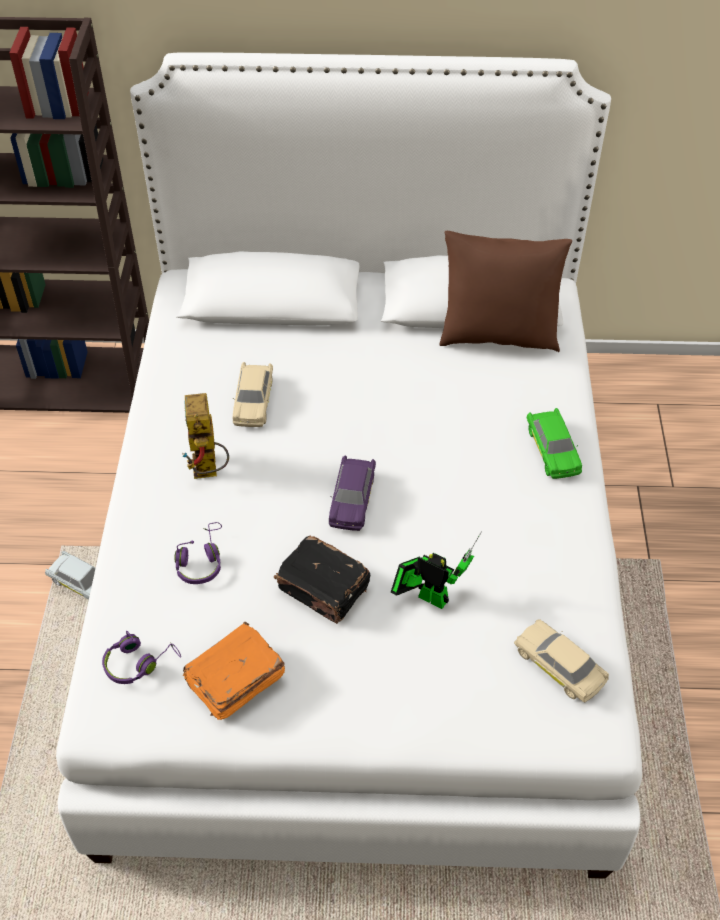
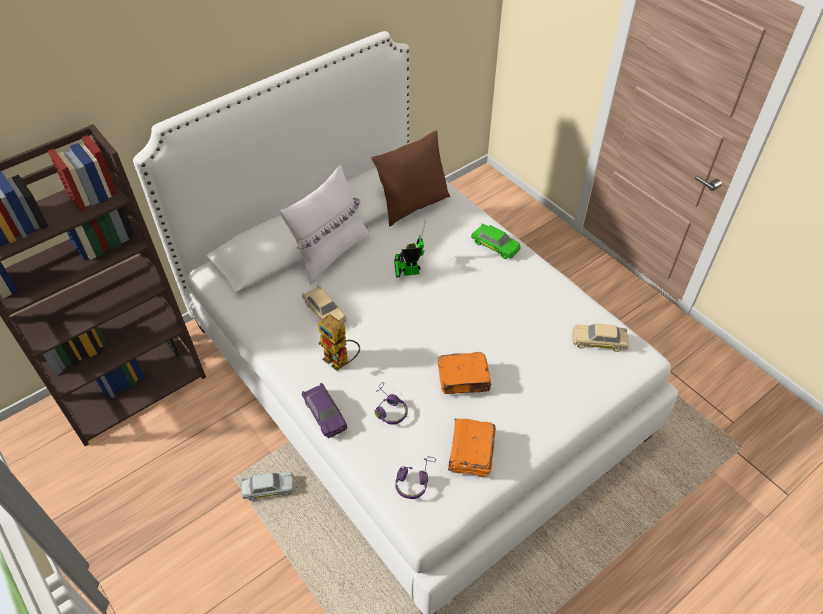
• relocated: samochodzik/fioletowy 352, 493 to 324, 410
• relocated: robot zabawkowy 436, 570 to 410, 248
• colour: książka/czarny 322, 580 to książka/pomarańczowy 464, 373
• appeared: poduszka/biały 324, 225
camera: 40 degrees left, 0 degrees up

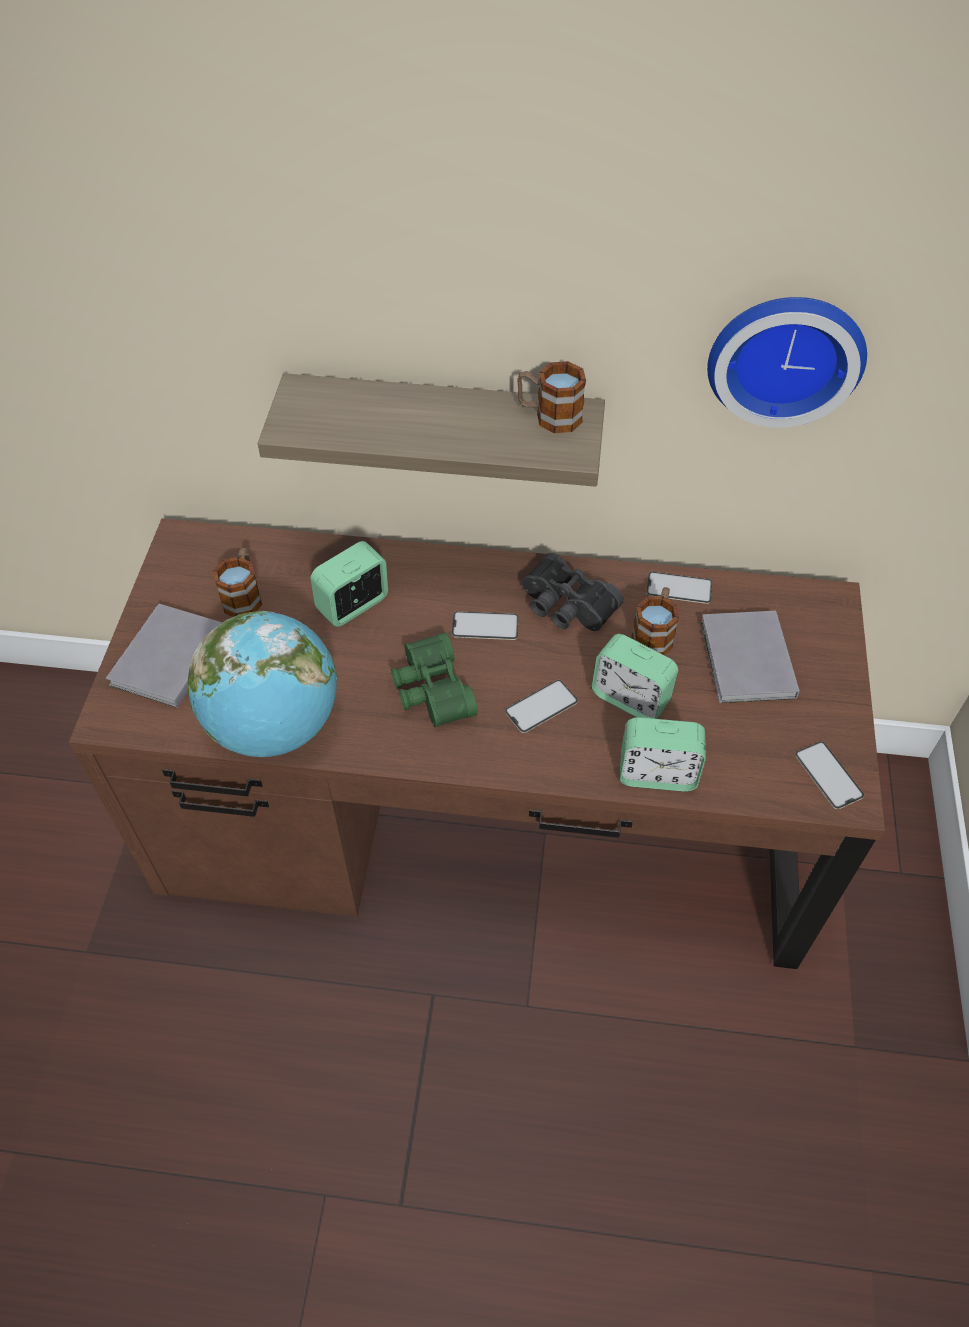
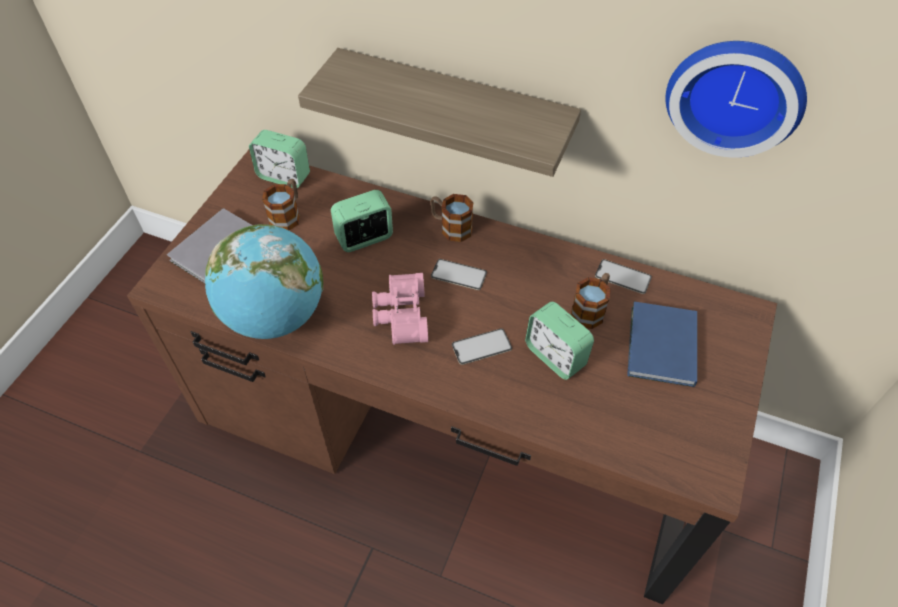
• relocated: kubek 551, 397 to 452, 218
• missing: lornetka/czarny 573, 592
• colour: książka/szary 750, 657 to książka/niebieski 662, 344
• colour: lornetka/zielony 434, 680 to lornetka/różowy 400, 309
• relocated: budzik 663, 754 to 279, 159
• missing: telefon 829, 775
camera: 15 degrees right, 0 degrees up

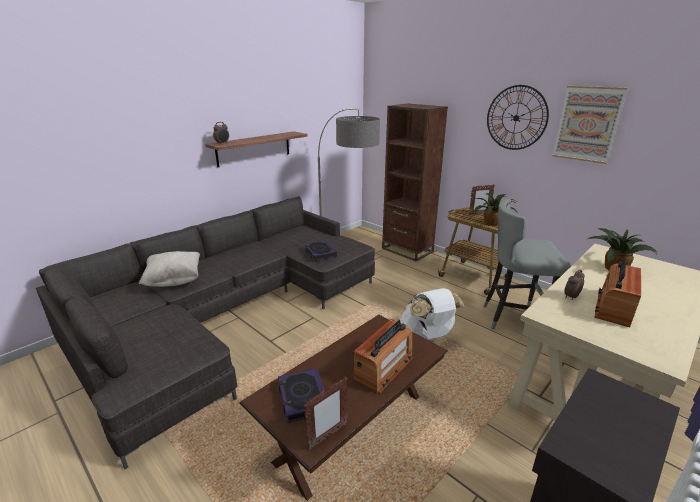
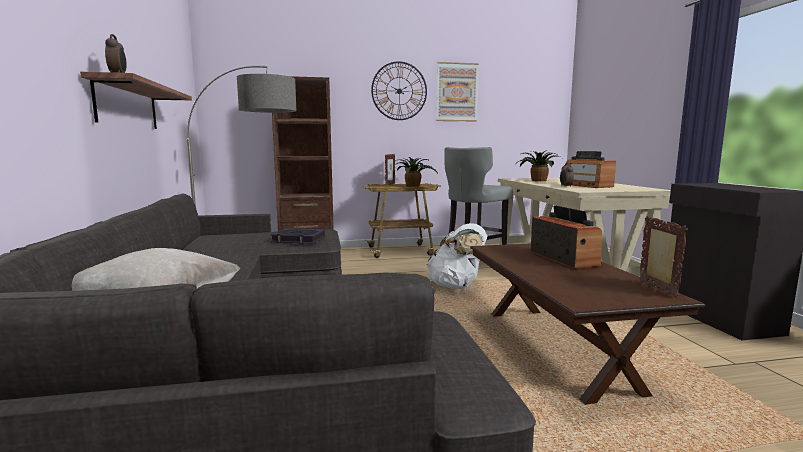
• missing: książka 301, 395
camera: 55 degrees left, 15 degrees down

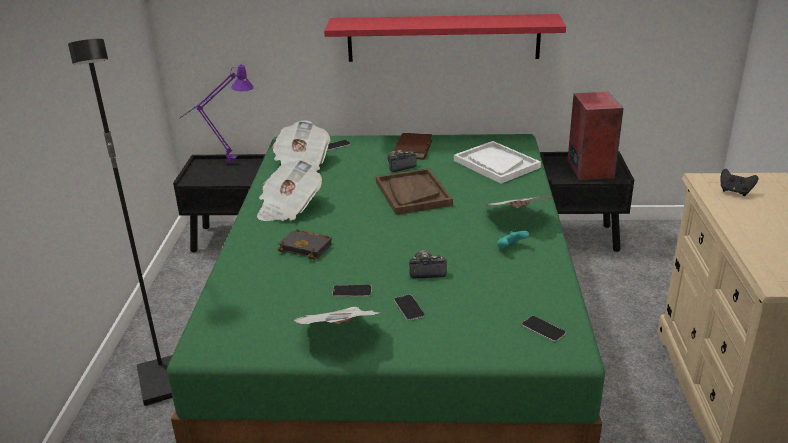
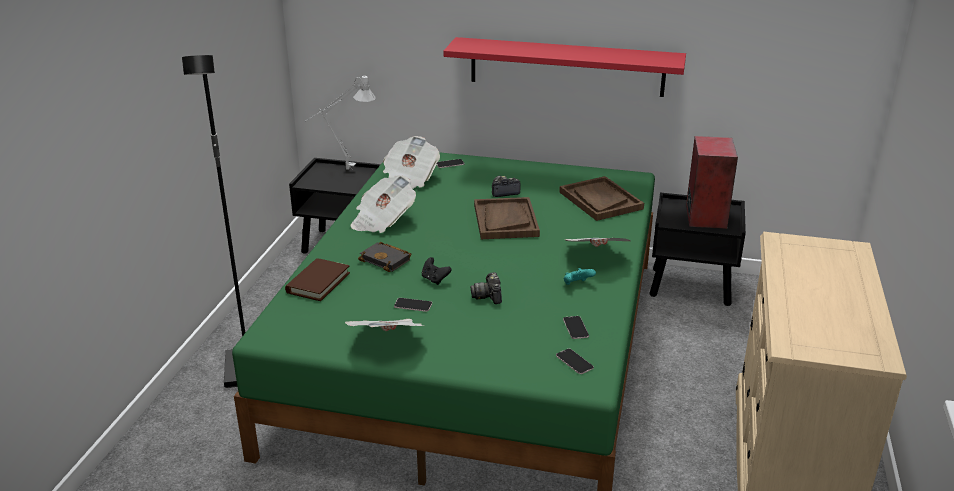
• colour: lampa stołowa/fioletowy 216, 113 to lampa stołowa/szary 340, 122
• relocated: książka/brązowy 413, 146 to 317, 279
• colour: taca/biały 497, 162 to taca/brązowy 601, 198
• relocated: pad do gier/czarny 739, 182 to 436, 271
• spun: aparat fotograficzny 428, 264 = 486, 288 105 degrees counterclockwise
• relocated: telefon 409, 308 to 576, 327
camera: 10 degrees right, 0 degrees up

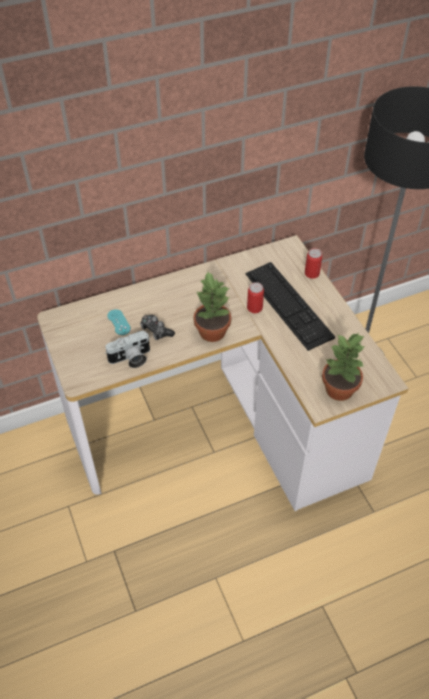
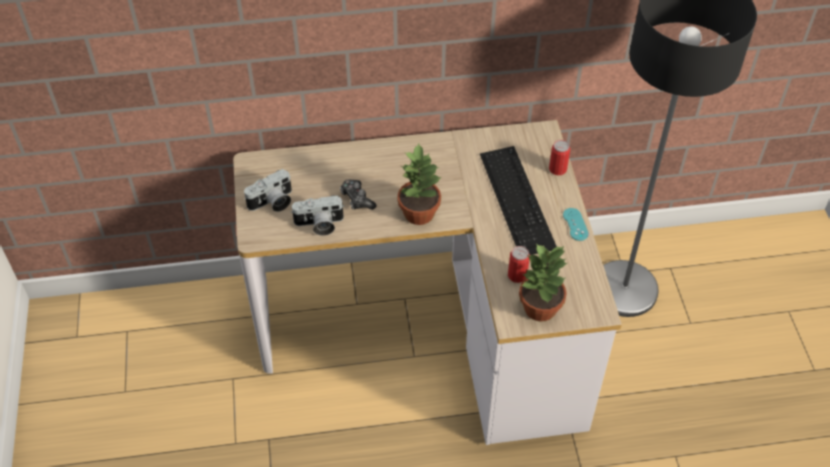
• relocated: puszka 255, 297 to 519, 264
• relocated: pad do gier/turkusowy 119, 322 to 576, 224
• appeared: aparat fotograficzny 268, 190
camera: 15 degrees right, 0 degrees up

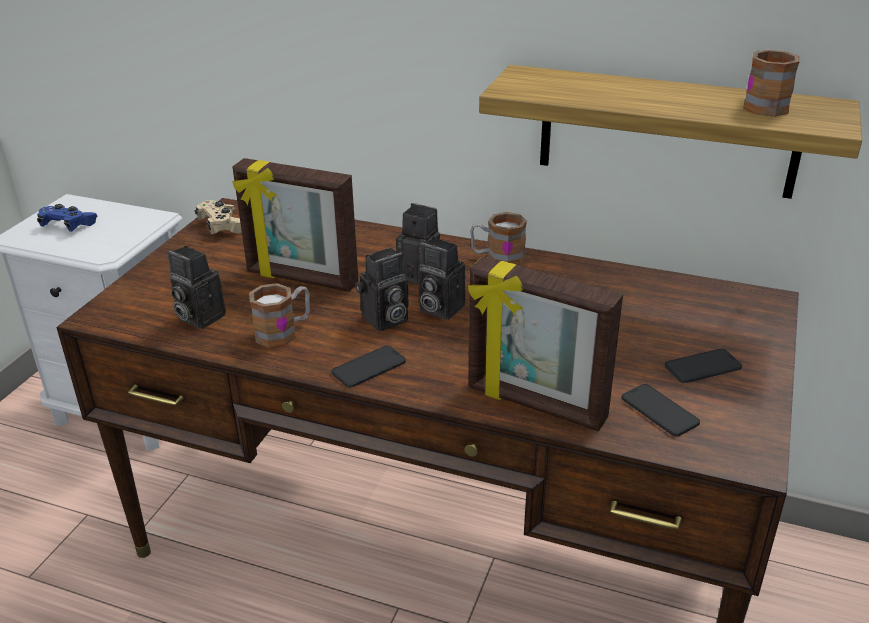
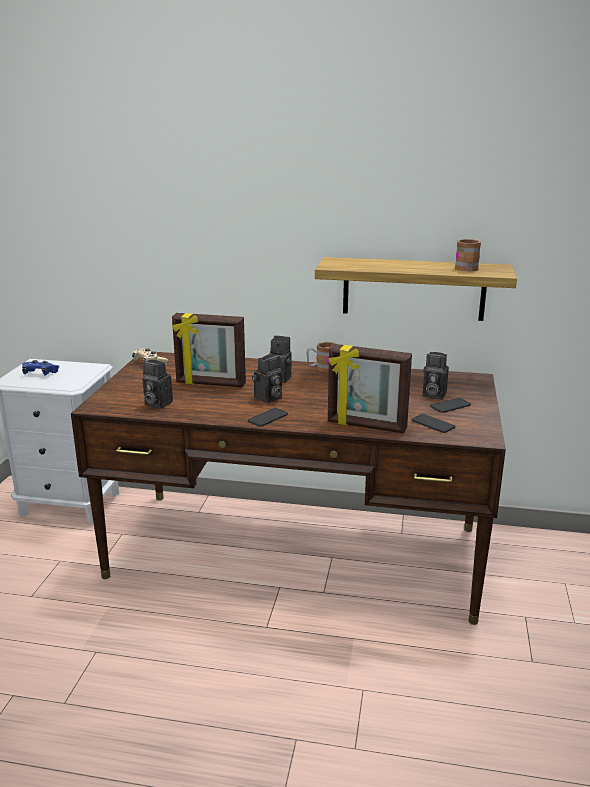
• relocated: aparat fotograficzny 441, 279 to 436, 376
• missing: kubek 279, 315
camera: 10 degrees left, 10 degrees down

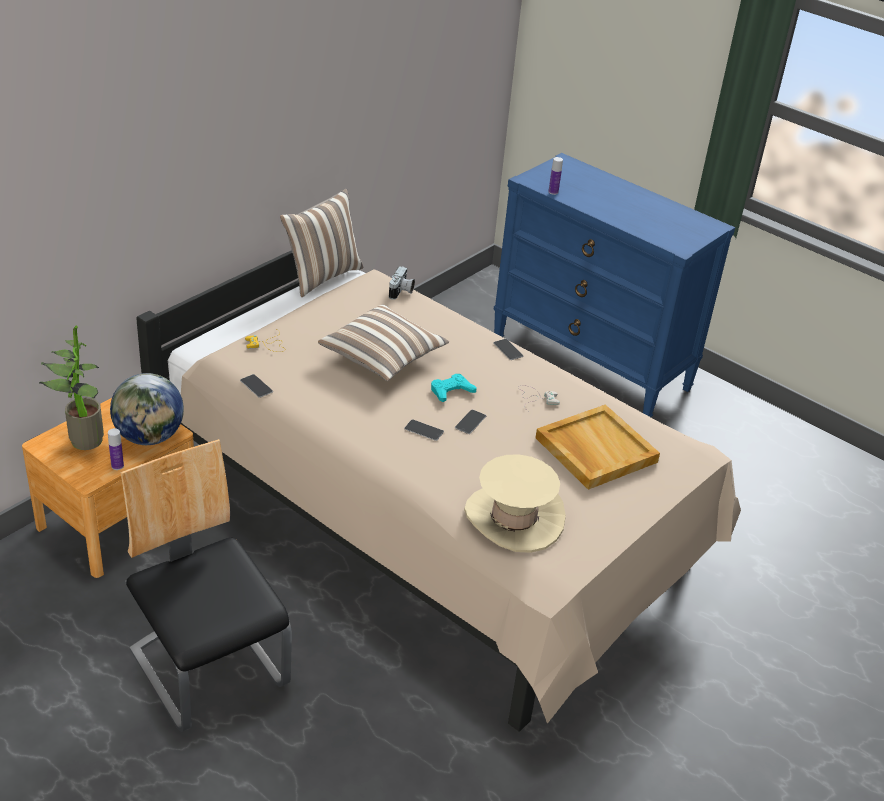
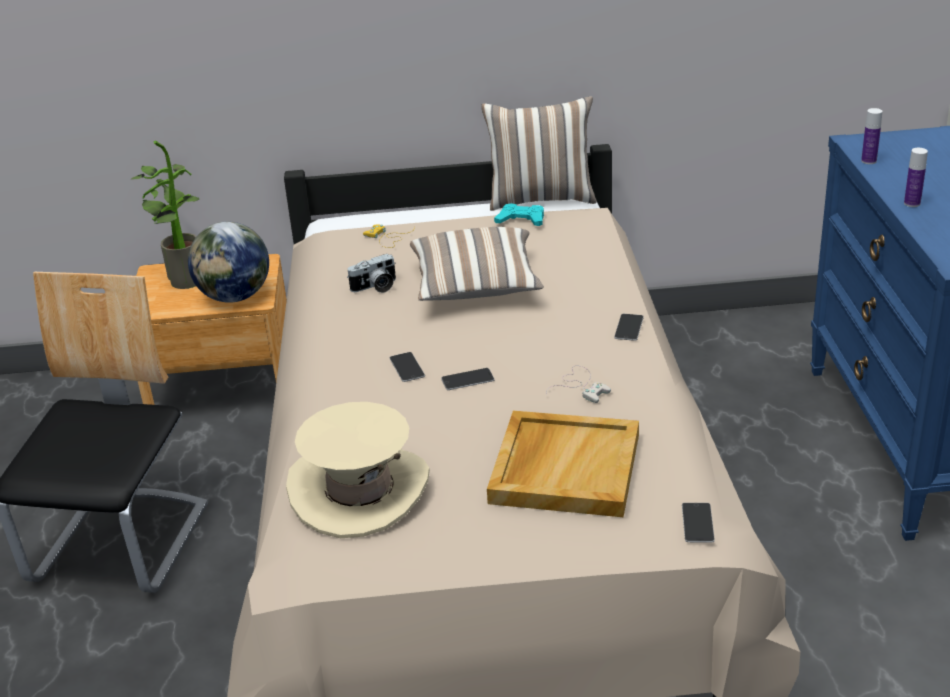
• relocated: aparat fotograficzny 402, 283 to 371, 273
• relocated: telefon 256, 386 to 698, 523
• relocated: pad do gier/turkusowy 453, 388 to 519, 214
• relocated: butelka 116, 449 to 916, 177
camera: 50 degrees right, 5 degrees down

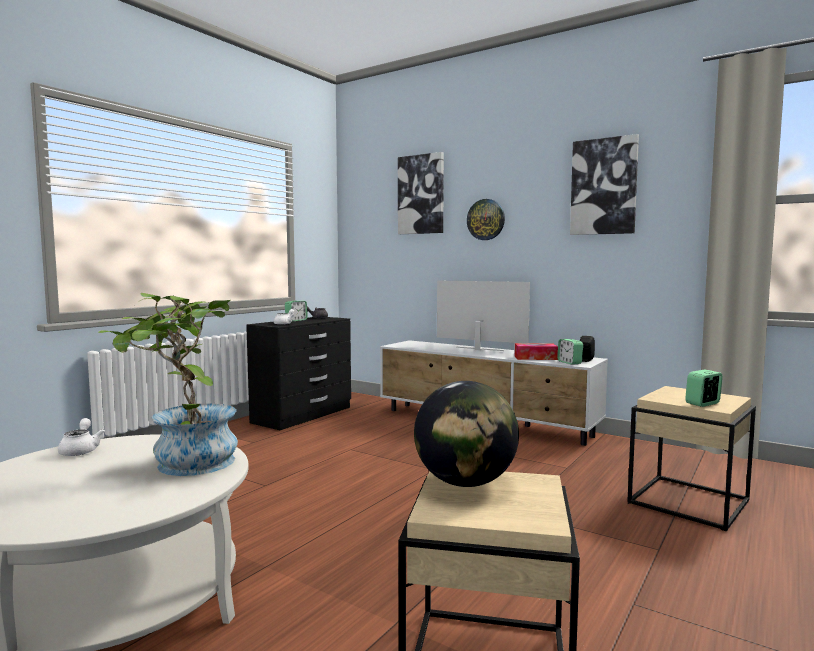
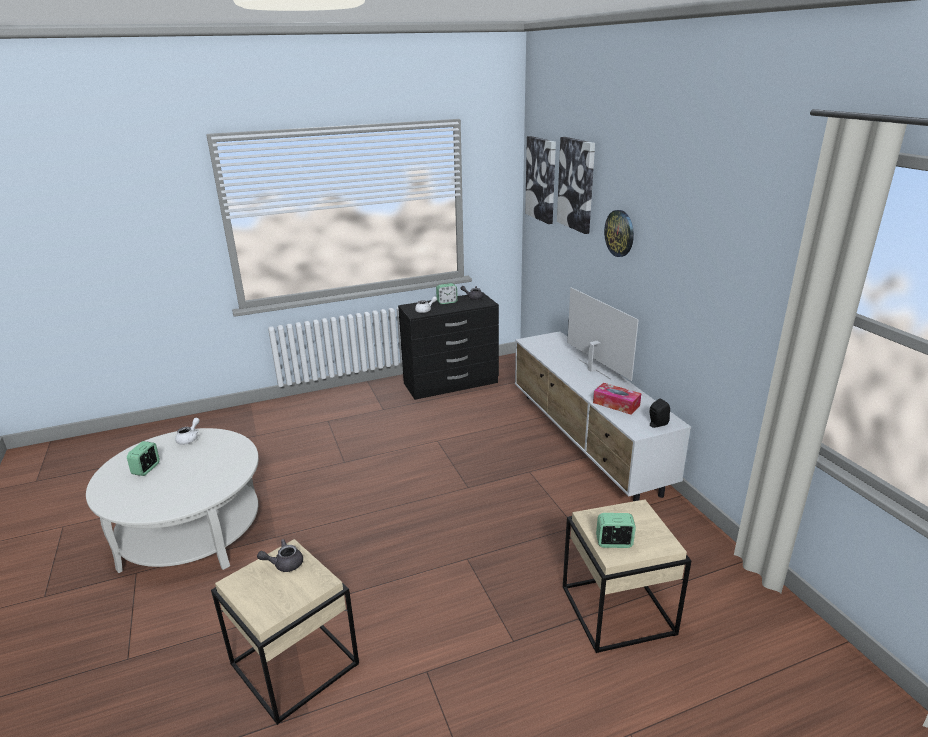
• relocated: obraz 604, 184 to 540, 180
• missing: roślina doniczkowa 168, 384
• relocated: budzik 570, 352 to 143, 458
• exchanged: globus 466, 434 to imbryk/szary 280, 555
camera: 35 degrees right, 20 degrees up

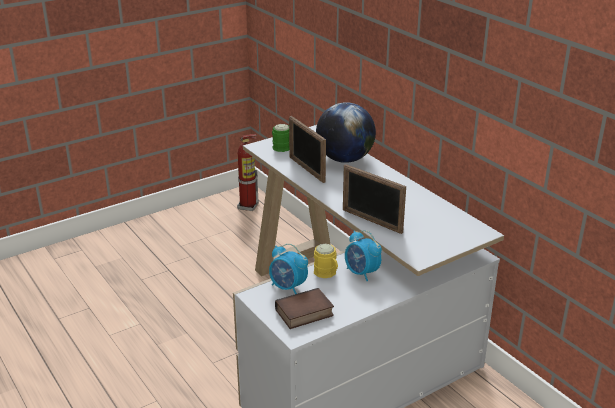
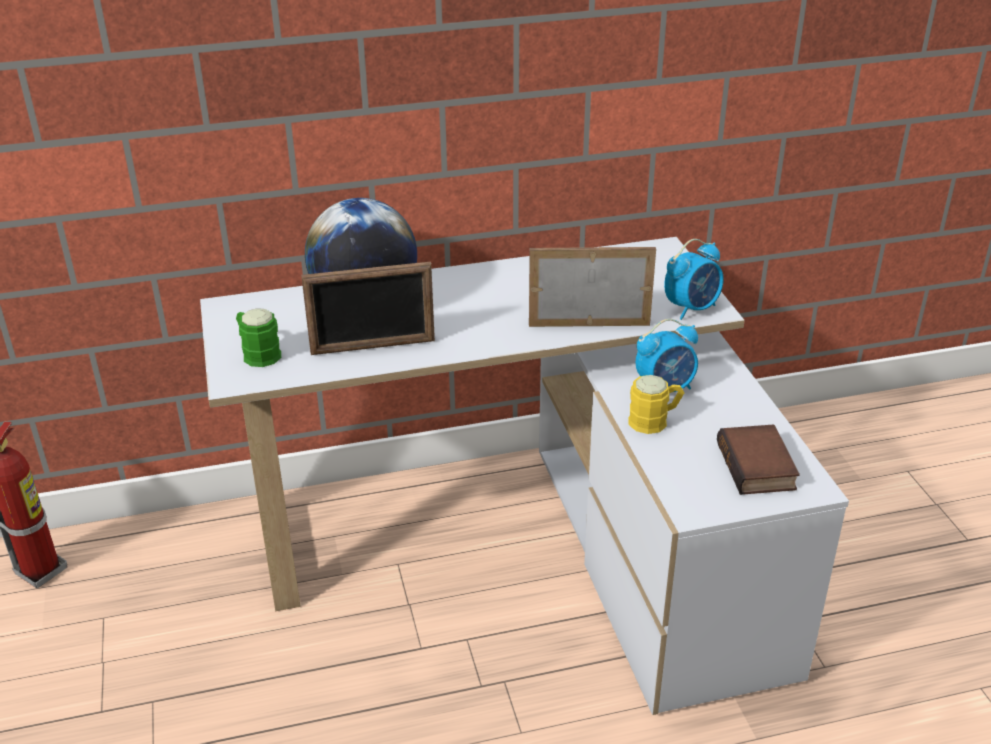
• spun: ramka na zdjęcie 374, 199 = 592, 287 150 degrees counterclockwise
• relocated: budzik 288, 269 to 694, 279
camera: 70 degrees left, 5 degrees up

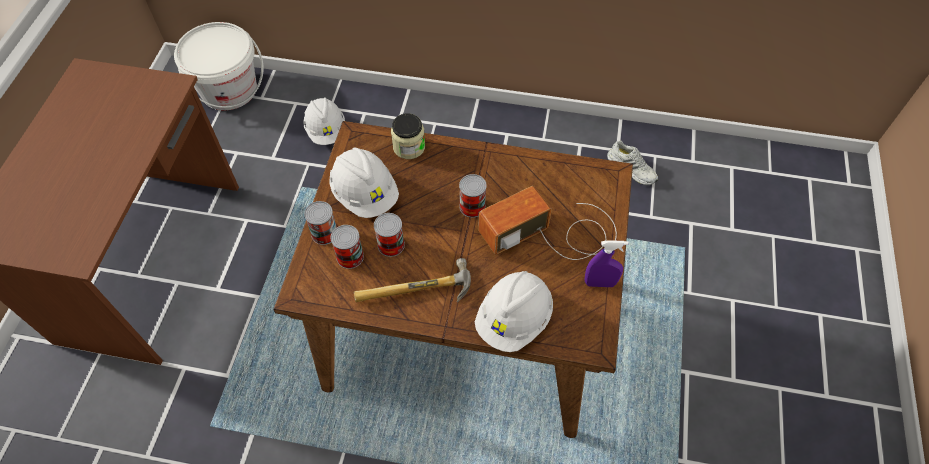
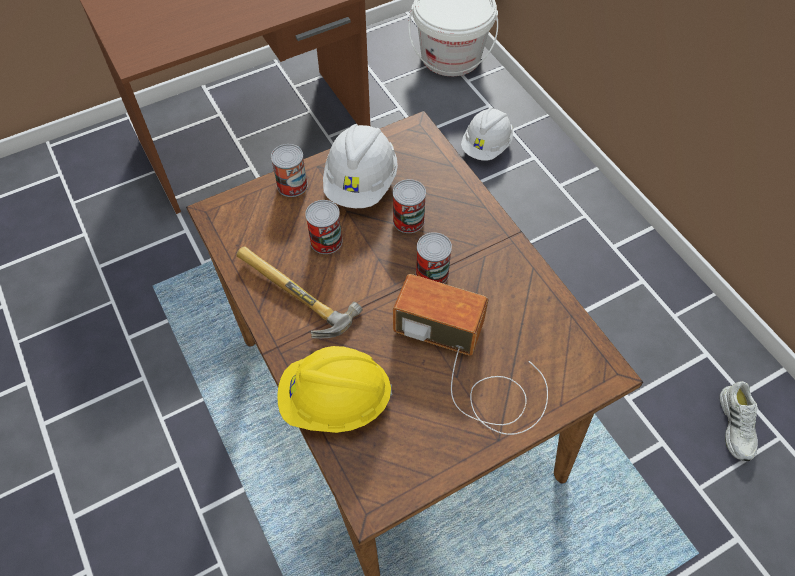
• missing: słoik 408, 136
• relocated: puszka 347, 247 to 409, 206
• missing: spryskiwacz/fioletowy 607, 263
• colour: kask/biały 514, 311 to kask/żółty 334, 389
camera: 50 degrees right, 0 degrees up

